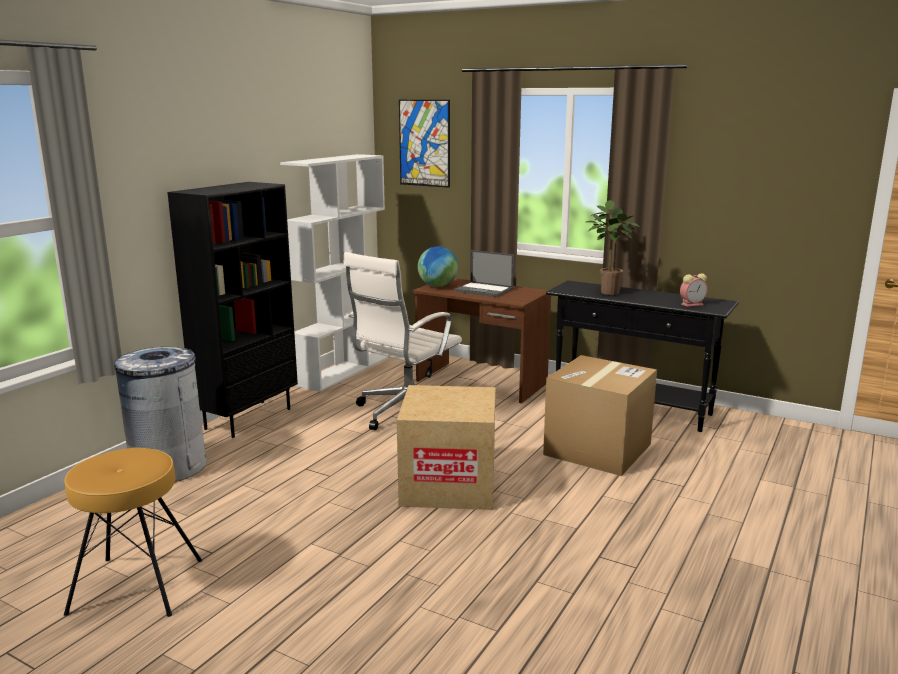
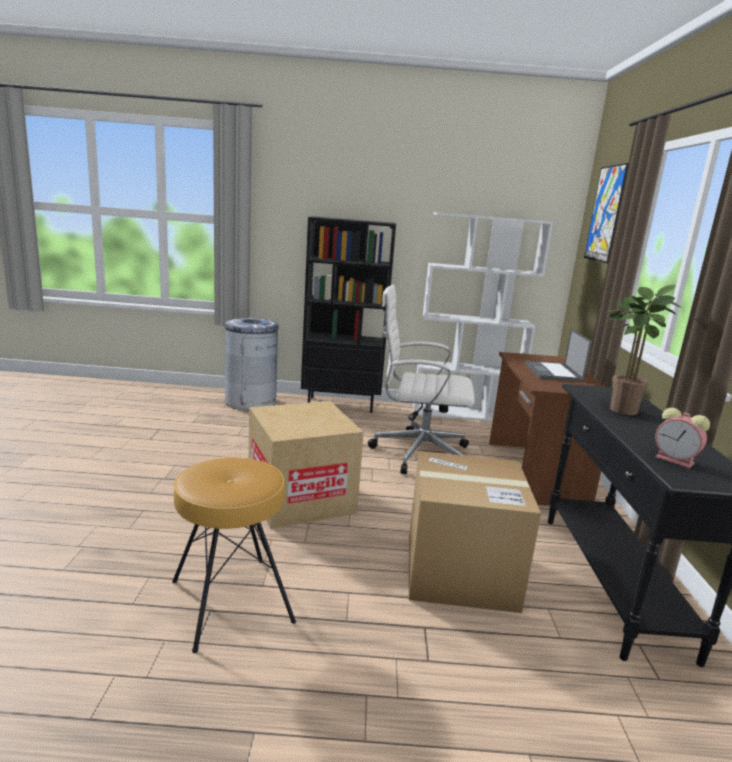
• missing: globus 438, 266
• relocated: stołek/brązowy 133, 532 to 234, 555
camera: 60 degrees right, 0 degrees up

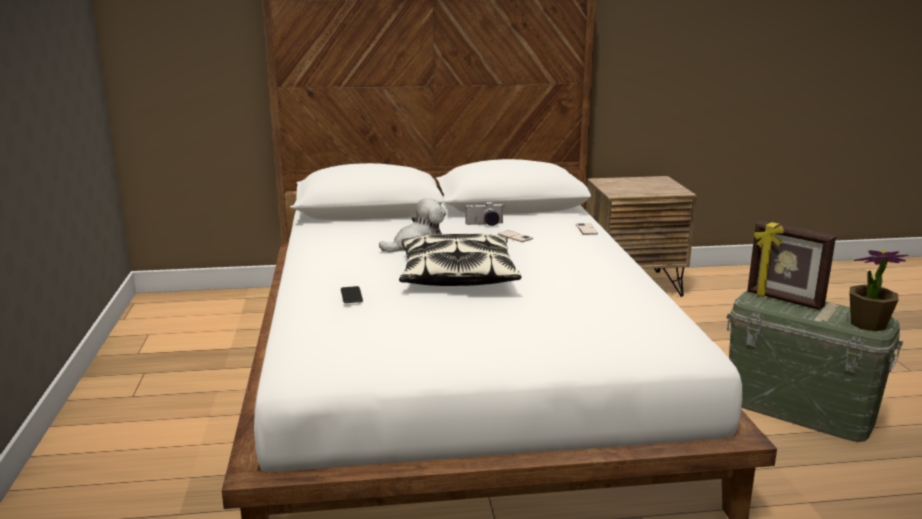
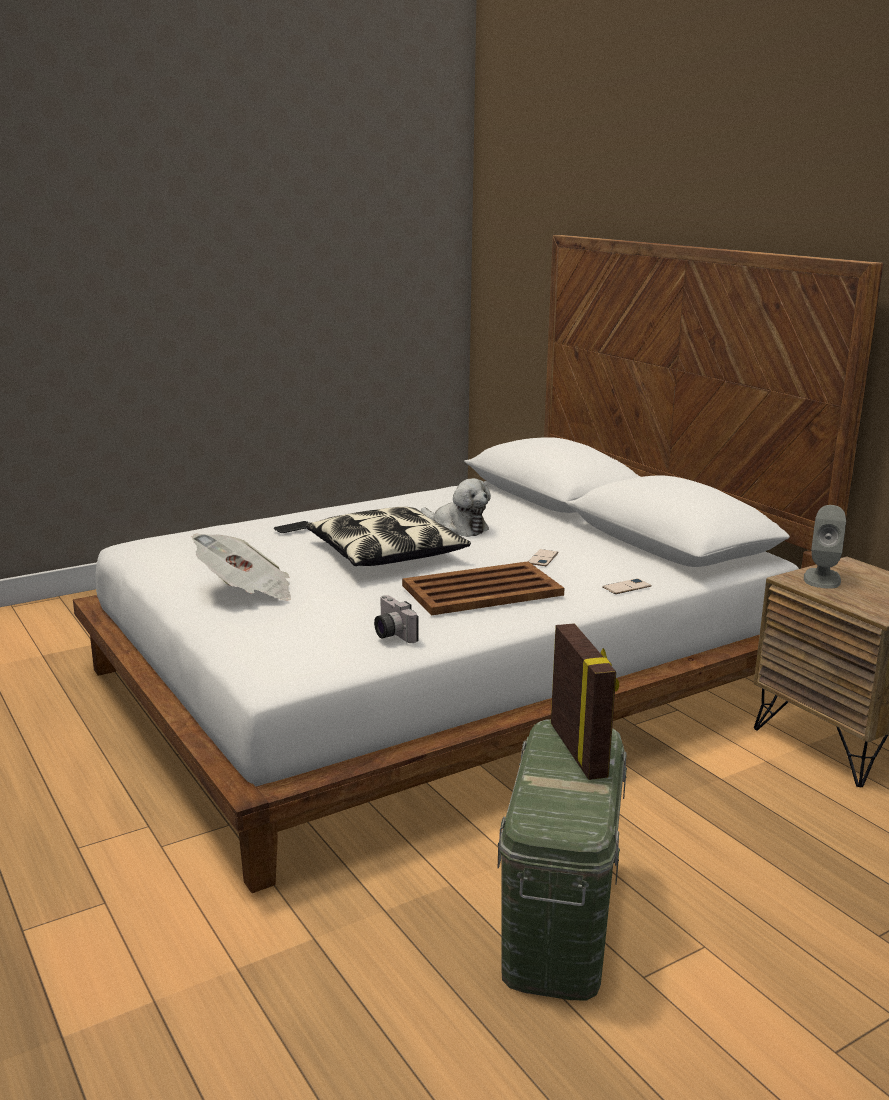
• relocated: aparat fotograficzny 484, 214 to 396, 619
• spun: ramka na zdjęcie 791, 265 = 585, 701 150 degrees clockwise
• missing: roślina doniczkowa 879, 290
• appeared: głośnik/szary 825, 547
• appeared: gazeta 241, 567
• appeared: taca/brązowy 483, 588
camera: 65 degrees right, 0 degrees up

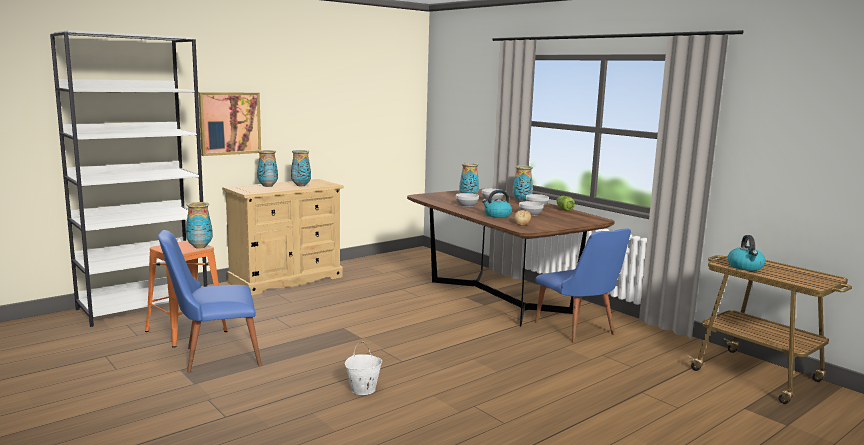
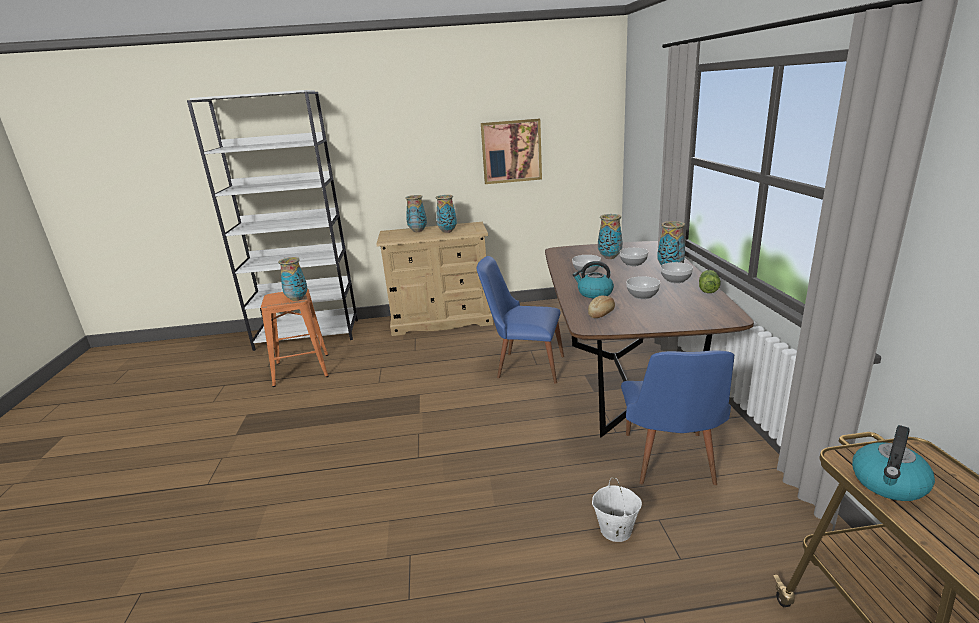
• relocated: obraz 229, 124 to 511, 151
• relocated: krzesło/niebieski 210, 301 to 520, 320
• relocated: wiadro/biały 363, 368 to 617, 509
camera: 35 degrees right, 10 degrees up

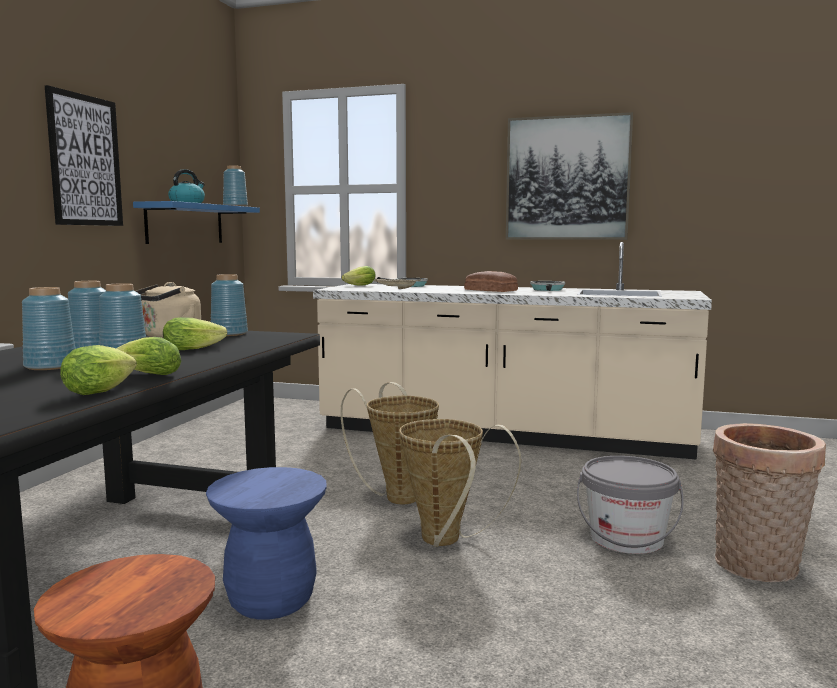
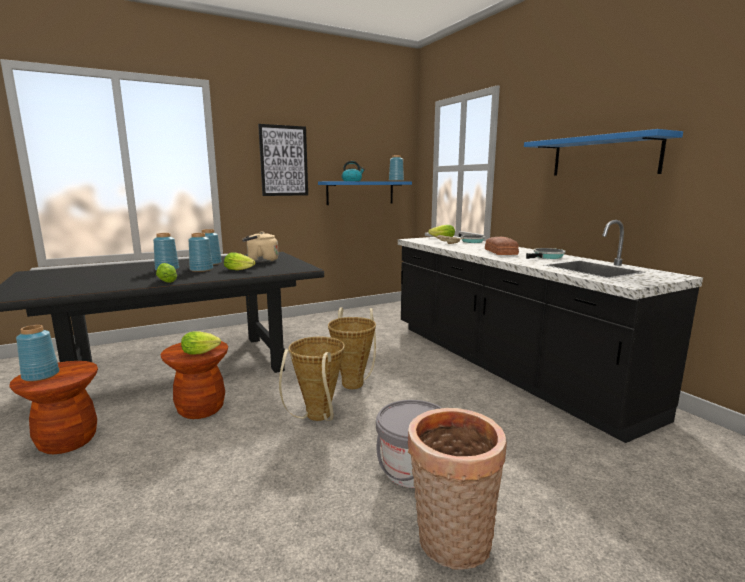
• exchanged: obraz 569, 176 to półka/niebieski 603, 152
• colour: zabudowa kuchenna/beżowy 512, 351 to zabudowa kuchenna/czarny 550, 331
• relocated: wazon/niebieski 229, 305 to 37, 353
• relocated: sałata 98, 370 to 201, 343
• colour: stołek/niebieski 266, 543 to stołek/brązowy 194, 380
camera: 45 degrees right, 5 degrees up

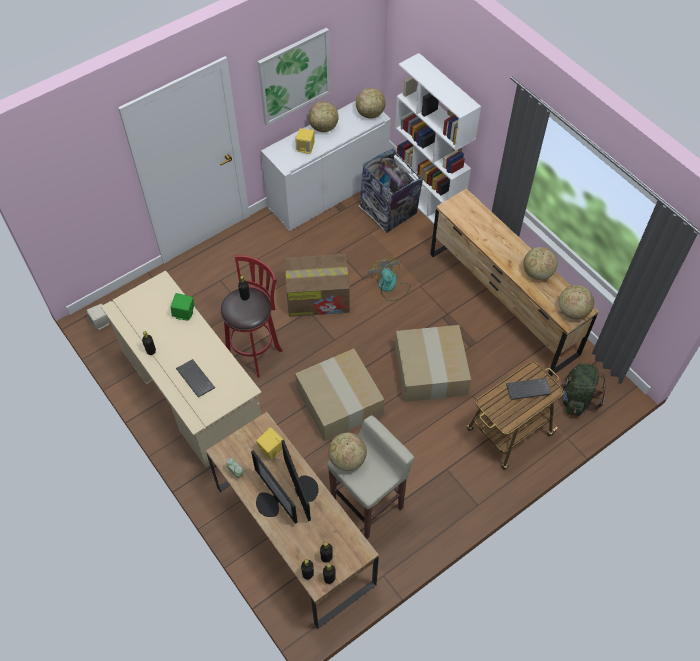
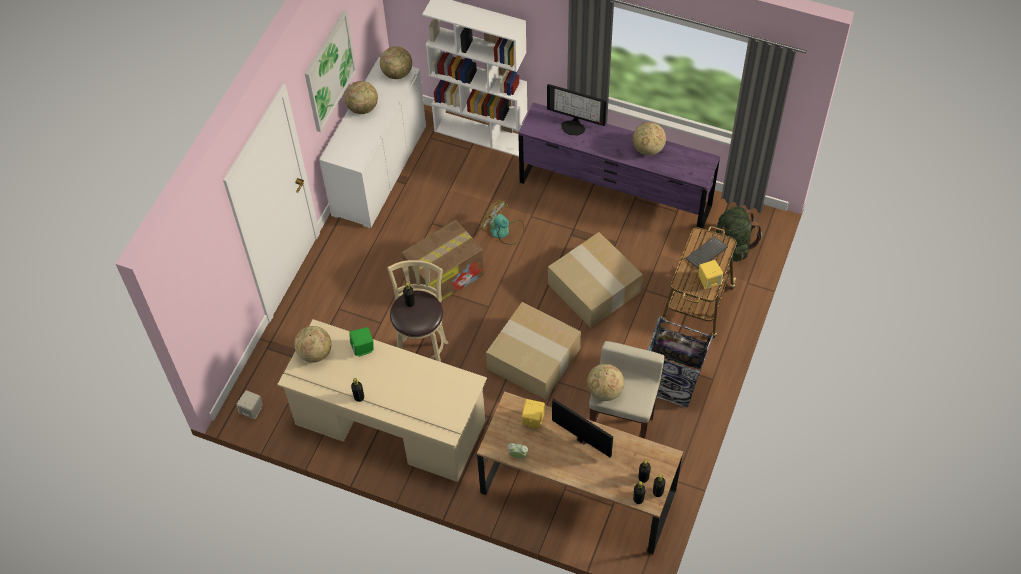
• relocated: głośnik/żółty 305, 141 to 710, 274
• relocated: kosz na śmieci 391, 191 to 680, 362
• colour: komoda/brązowy 514, 282 to komoda/fioletowy 619, 168
• colour: stołek/czerwony 252, 316 to stołek/beżowy 418, 311
• relocated: globus 576, 302 to 312, 344
• missing: klawiatura 195, 378
• relocated: monitor 274, 487 to 577, 110
camera: 30 degrees left, 0 degrees up

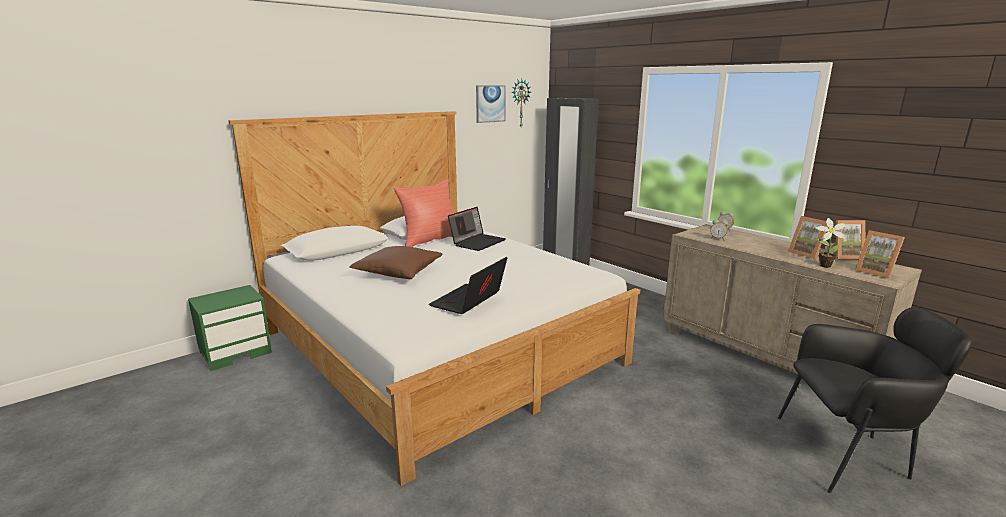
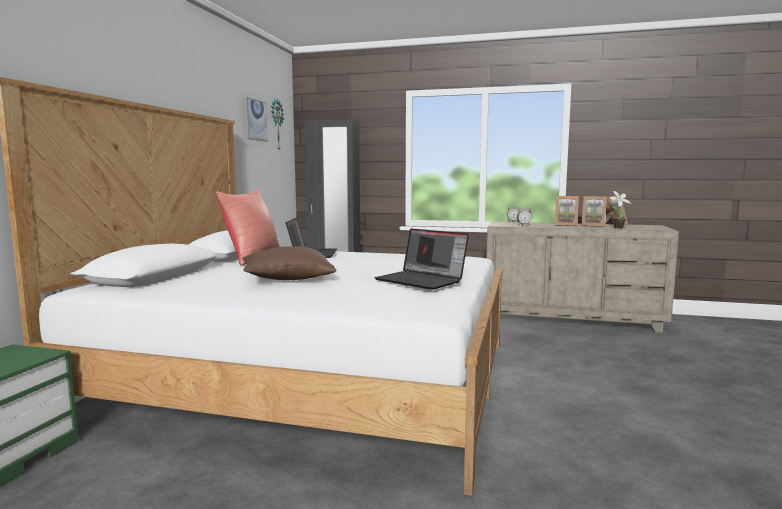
• relocated: ramka na zdjęcie 880, 254 to 567, 211
• spun: laptop 468, 285 = 422, 259 45 degrees counterclockwise
• missing: fotel/czarny 875, 400
camera: 35 degrees left, 10 degrees down

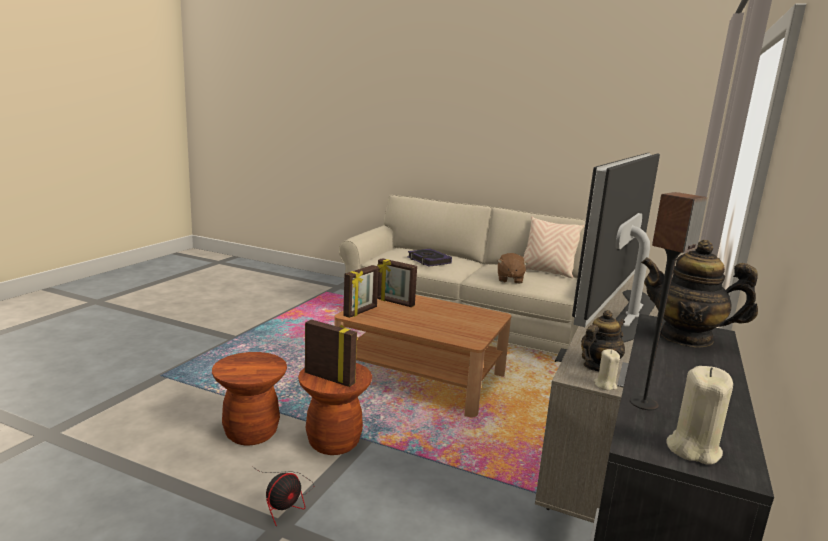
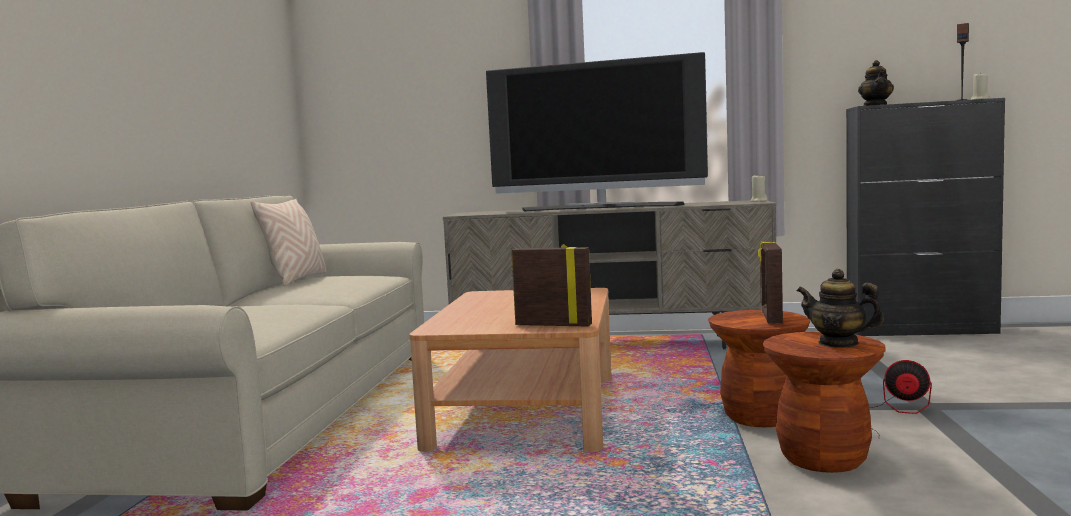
• missing: książka 430, 258
• missing: pluszak/brązowy 513, 268
• missing: ramka na zdjęcie 397, 282
• relocated: imbryk 603, 340 to 840, 308
camera: 105 degrees left, 10 degrees down

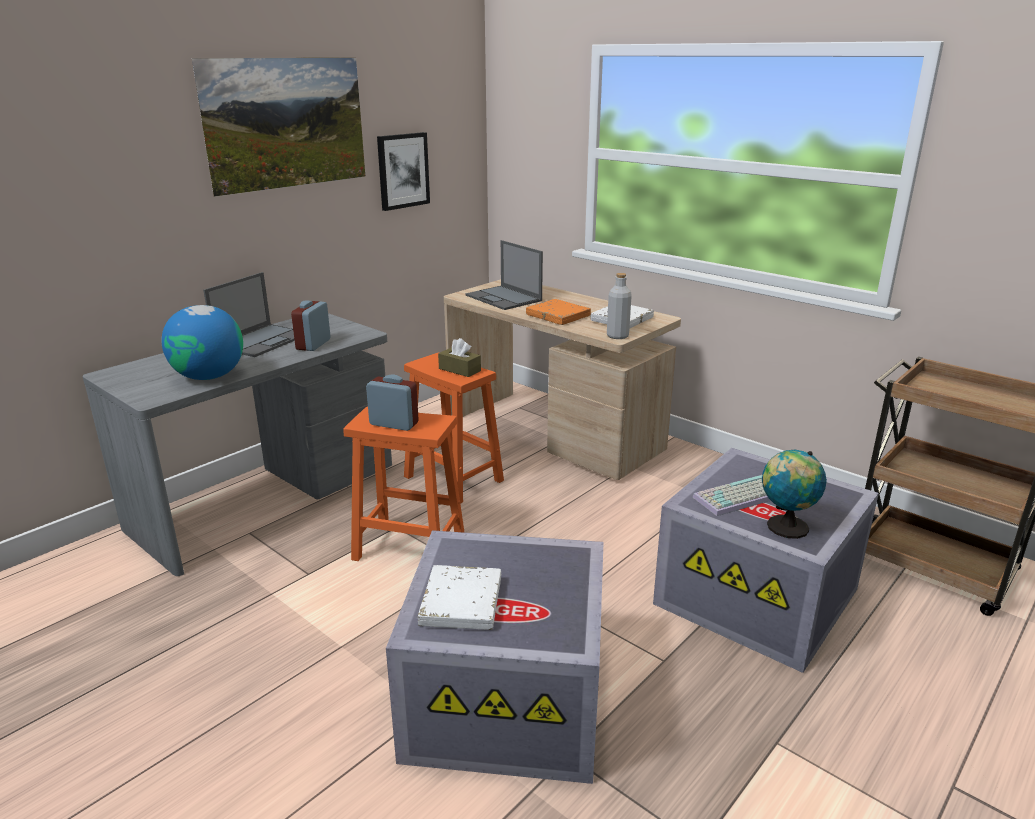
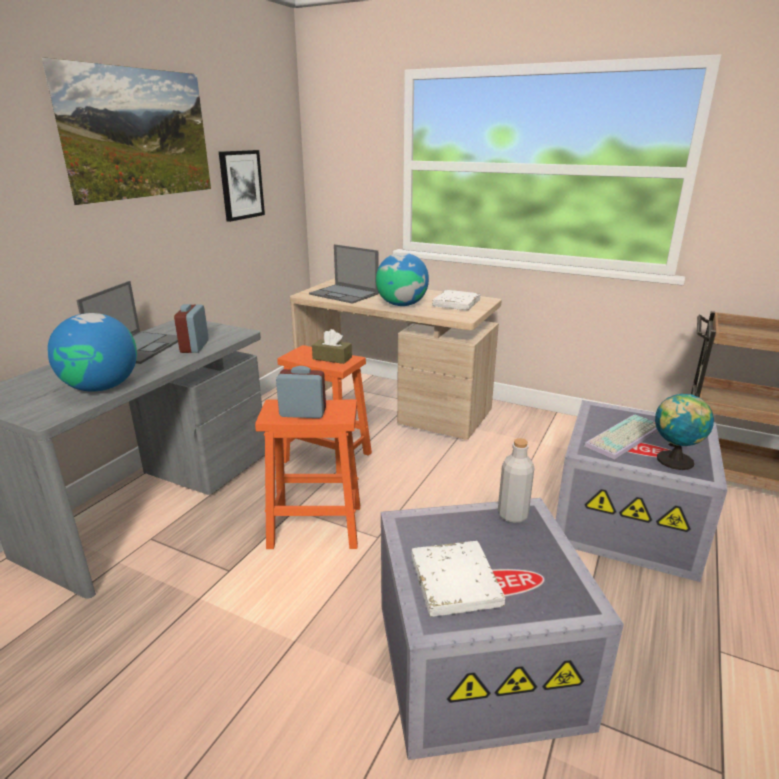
• relocated: butelka/szary 619, 306 to 516, 480
• exchanged: książka/pomarańczowy 558, 312 to globus 402, 279
camera: 15 degrees left, 0 degrees up

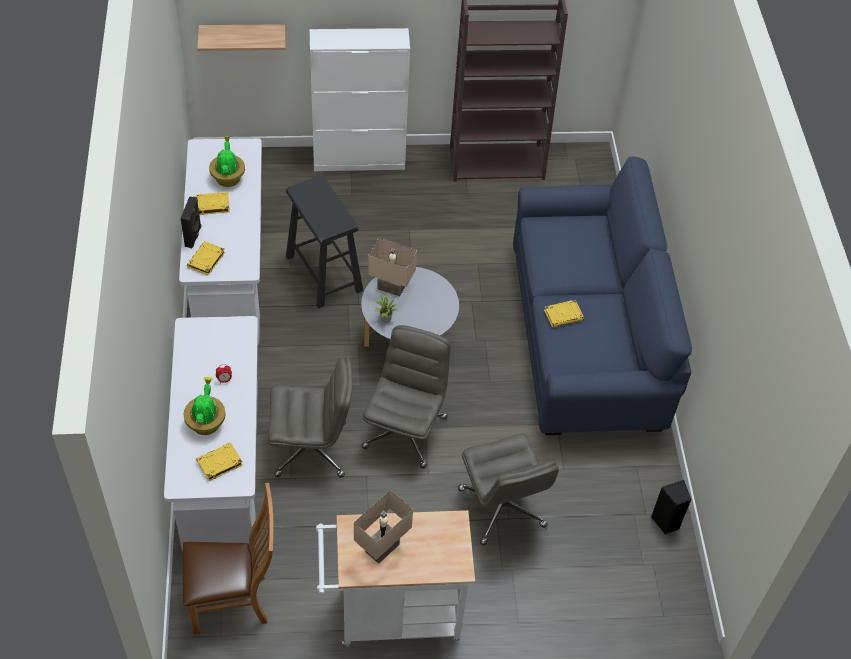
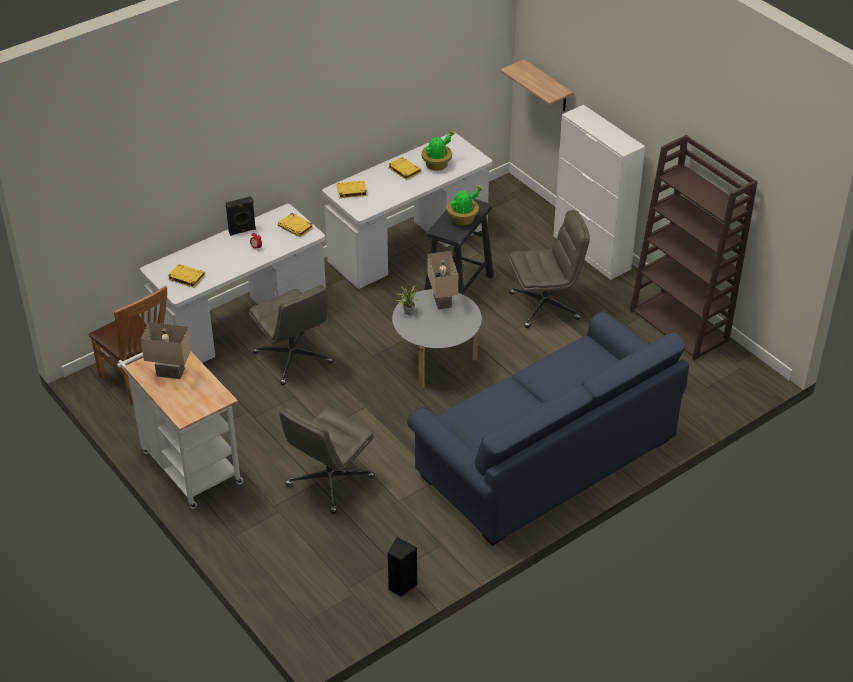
• relocated: głośnik/czarny 191, 222 to 241, 216
• relocated: książka/żółty 564, 314 to 296, 225
• relocated: krzesło biurowe/szary 405, 396 to 549, 269
• relocated: roślina doniczkowa 204, 406 to 465, 205
camera: 60 degrees right, 10 degrees down

